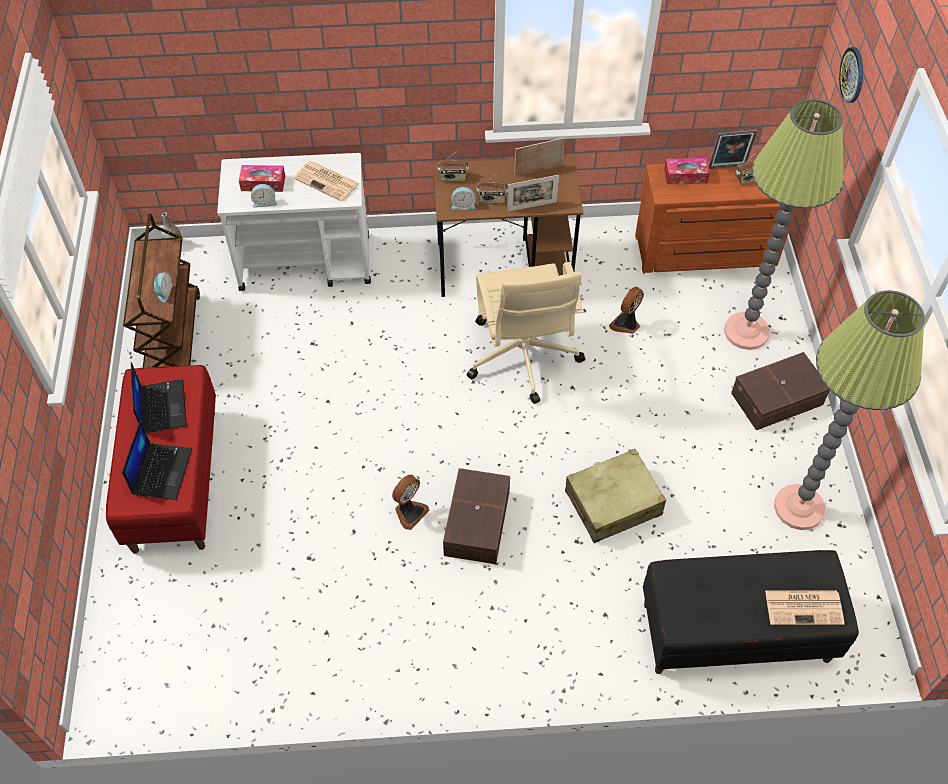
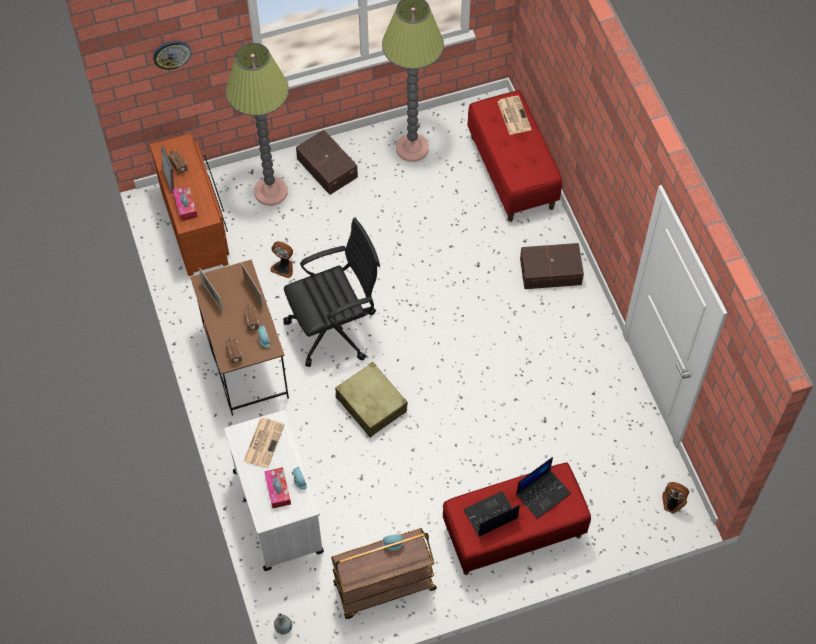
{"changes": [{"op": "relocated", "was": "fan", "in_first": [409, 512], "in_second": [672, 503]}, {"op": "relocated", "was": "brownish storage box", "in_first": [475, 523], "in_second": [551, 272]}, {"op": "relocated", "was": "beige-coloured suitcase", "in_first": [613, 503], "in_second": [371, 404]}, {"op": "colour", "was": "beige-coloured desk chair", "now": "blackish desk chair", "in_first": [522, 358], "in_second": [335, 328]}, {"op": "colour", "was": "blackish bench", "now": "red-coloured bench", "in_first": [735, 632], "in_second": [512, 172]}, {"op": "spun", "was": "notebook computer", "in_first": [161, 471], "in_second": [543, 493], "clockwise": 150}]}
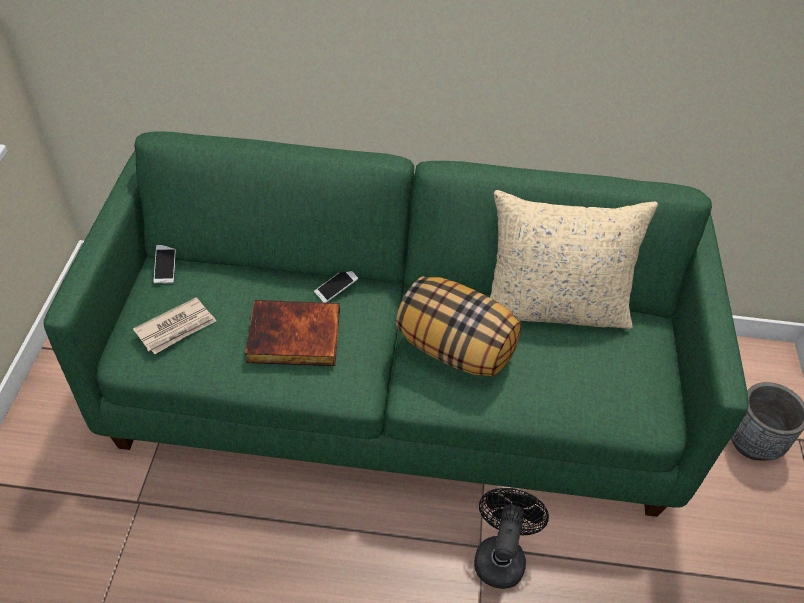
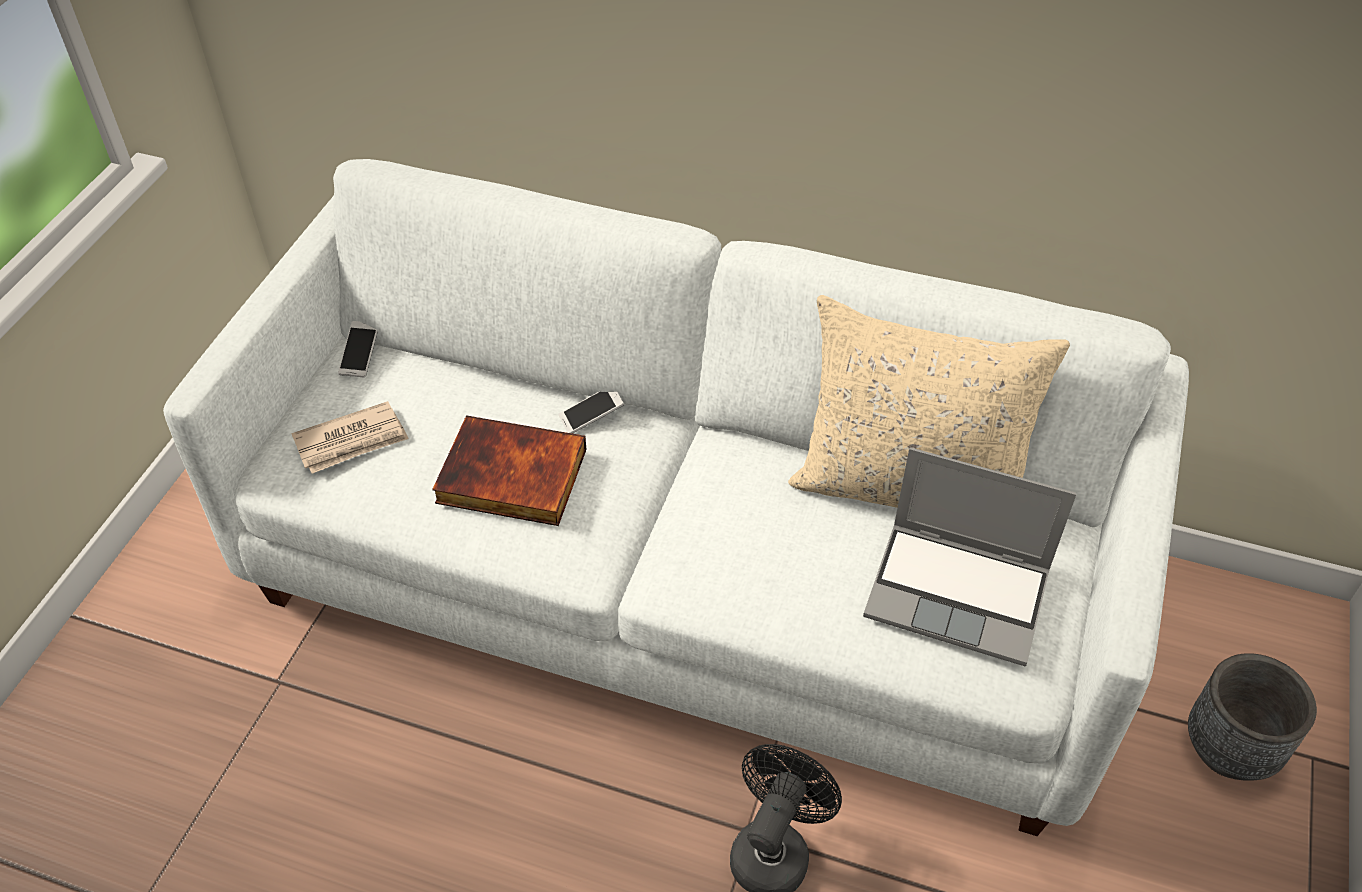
{"changes": [{"op": "missing", "was": "pillow", "in_first": [455, 348]}, {"op": "appeared", "now": "notebook computer", "in_second": [959, 593]}, {"op": "colour", "was": "green-coloured couch", "now": "white couch", "in_first": [397, 388], "in_second": [683, 578]}]}
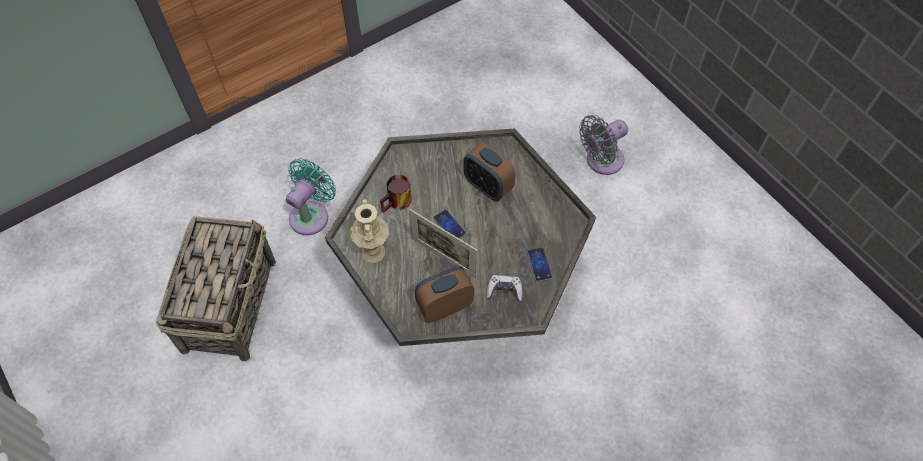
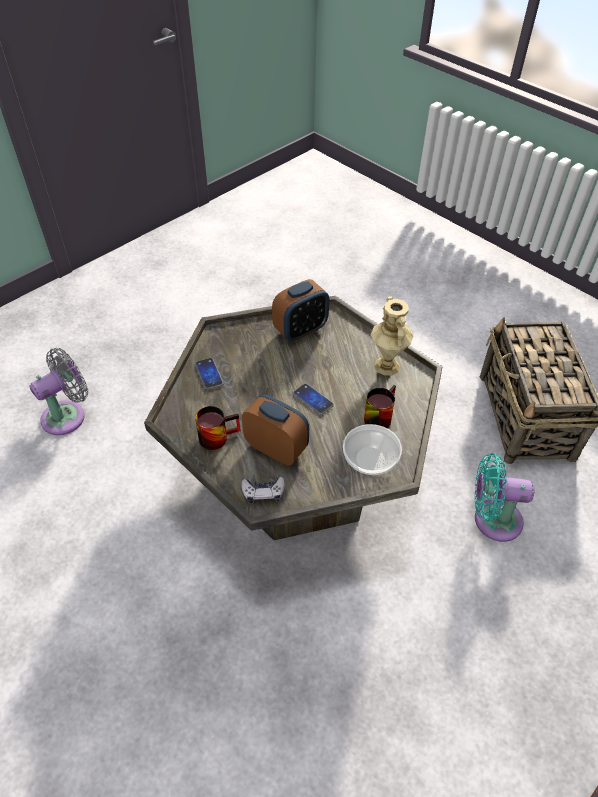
{"changes": [{"op": "missing", "was": "photo frame", "in_first": [443, 258]}, {"op": "appeared", "now": "coffee mug", "in_second": [217, 435]}, {"op": "appeared", "now": "serving bowl", "in_second": [369, 459]}, {"op": "relocated", "was": "gamepad", "in_first": [504, 290], "in_second": [263, 492]}, {"op": "relocated", "was": "gray fan", "in_first": [601, 161], "in_second": [67, 415]}, {"op": "spun", "was": "turquoise fan", "in_first": [312, 215], "in_second": [492, 519], "clockwise": 75}]}
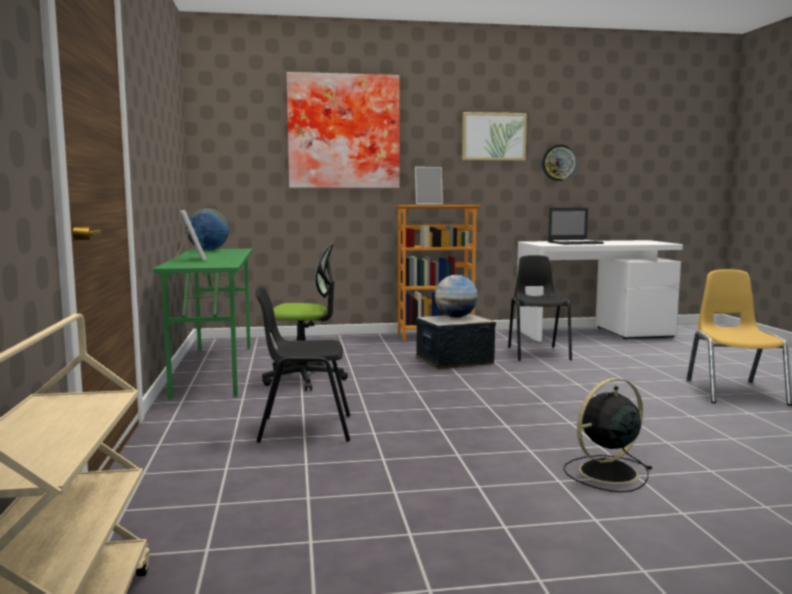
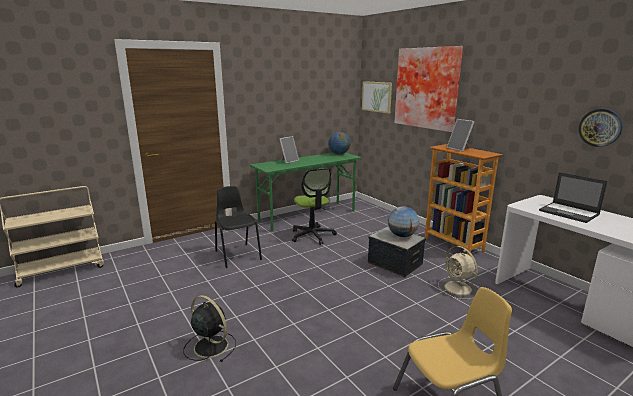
{"changes": [{"op": "relocated", "was": "picture", "in_first": [493, 136], "in_second": [377, 96]}, {"op": "exchanged", "was": "blackish upright chair", "now": "beige-coloured fan", "in_first": [538, 353], "in_second": [459, 289]}]}
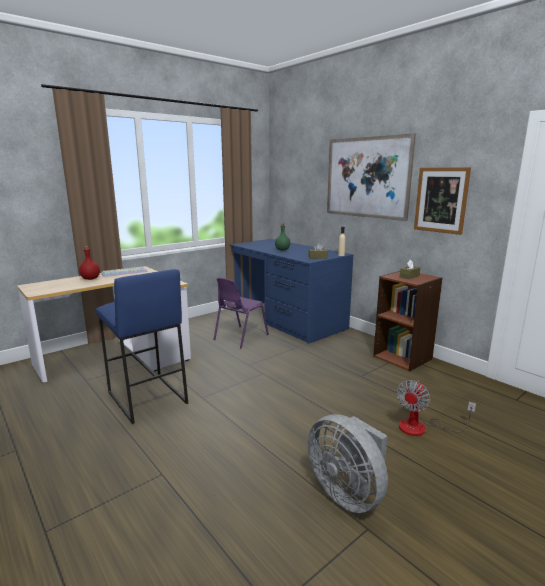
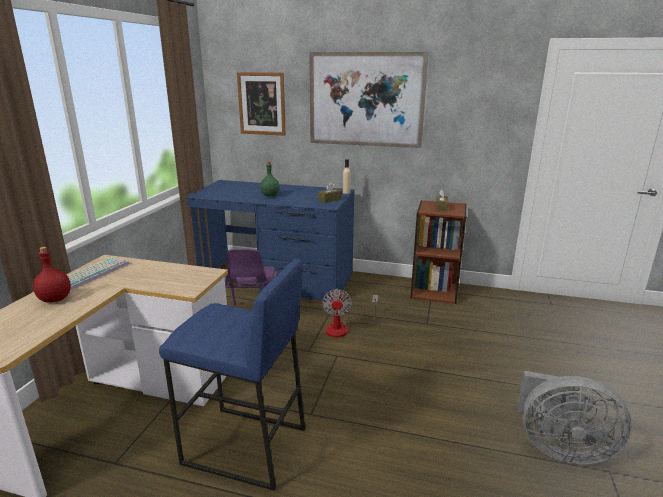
{"changes": [{"op": "relocated", "was": "fan", "in_first": [421, 428], "in_second": [343, 328]}, {"op": "relocated", "was": "picture", "in_first": [441, 200], "in_second": [262, 104]}]}
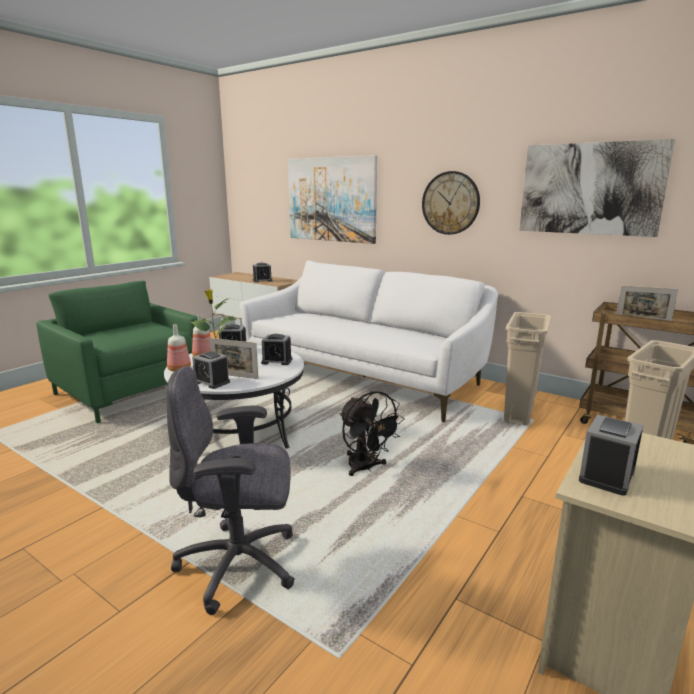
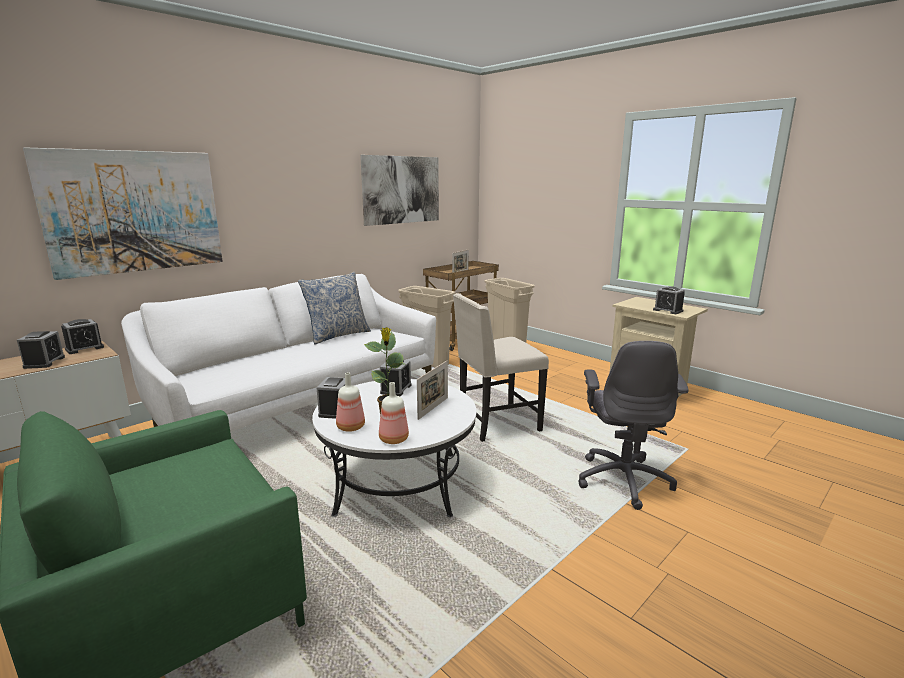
{"changes": [{"op": "missing", "was": "hanging clock", "in_first": [450, 203]}, {"op": "appeared", "now": "pillow", "in_second": [337, 335]}, {"op": "relocated", "was": "alarm clock", "in_first": [211, 382], "in_second": [84, 348]}, {"op": "exchanged", "was": "blackish fan", "now": "beige-coloured upright chair", "in_first": [366, 468], "in_second": [496, 424]}]}
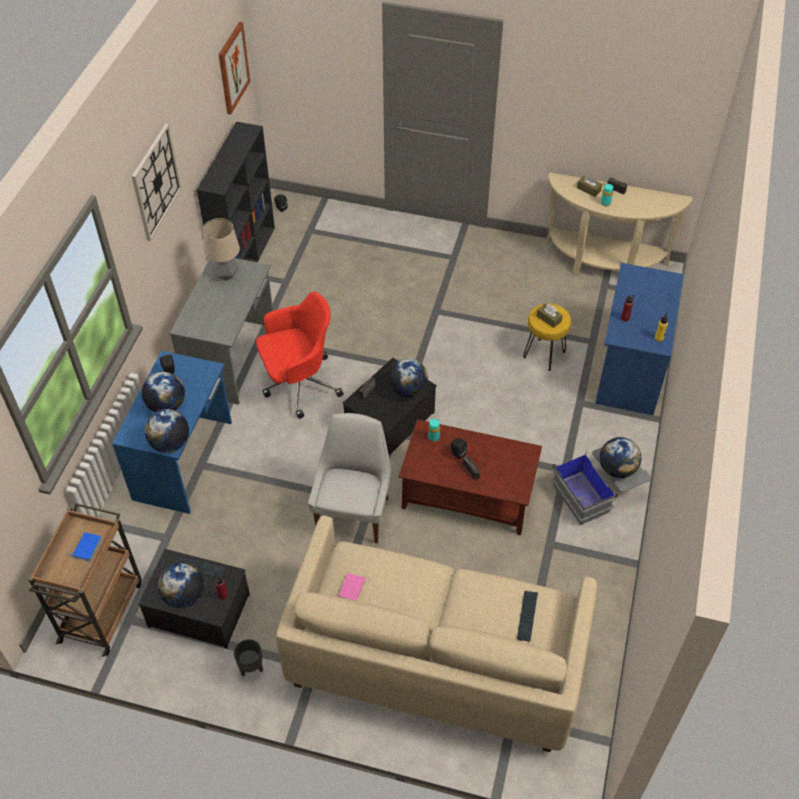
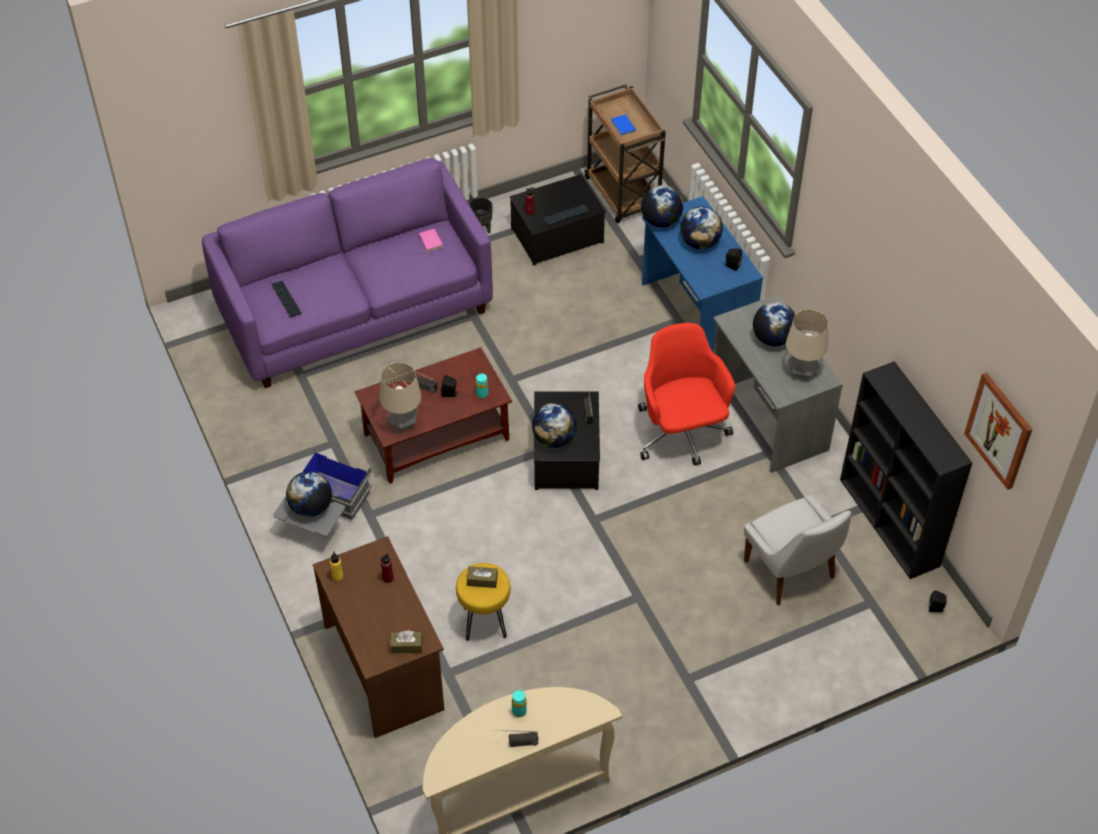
{"changes": [{"op": "missing", "was": "hanging clock", "in_first": [156, 182]}, {"op": "appeared", "now": "lamp for a table", "in_second": [402, 423]}, {"op": "relocated", "was": "globe", "in_first": [184, 596], "in_second": [772, 338]}, {"op": "relocated", "was": "white upright chair", "in_first": [354, 512], "in_second": [791, 572]}, {"op": "relocated", "was": "brownish tissue holder", "in_first": [588, 189], "in_second": [406, 646]}, {"op": "colour", "was": "beige-coloured couch", "now": "purplish couch", "in_first": [435, 660], "in_second": [355, 310]}, {"op": "colour", "was": "blue-coloured desk", "now": "brownish desk", "in_first": [629, 368], "in_second": [385, 666]}, {"op": "spun", "was": "red-coloured desk chair", "in_first": [298, 384], "in_second": [681, 433], "clockwise": 135}]}
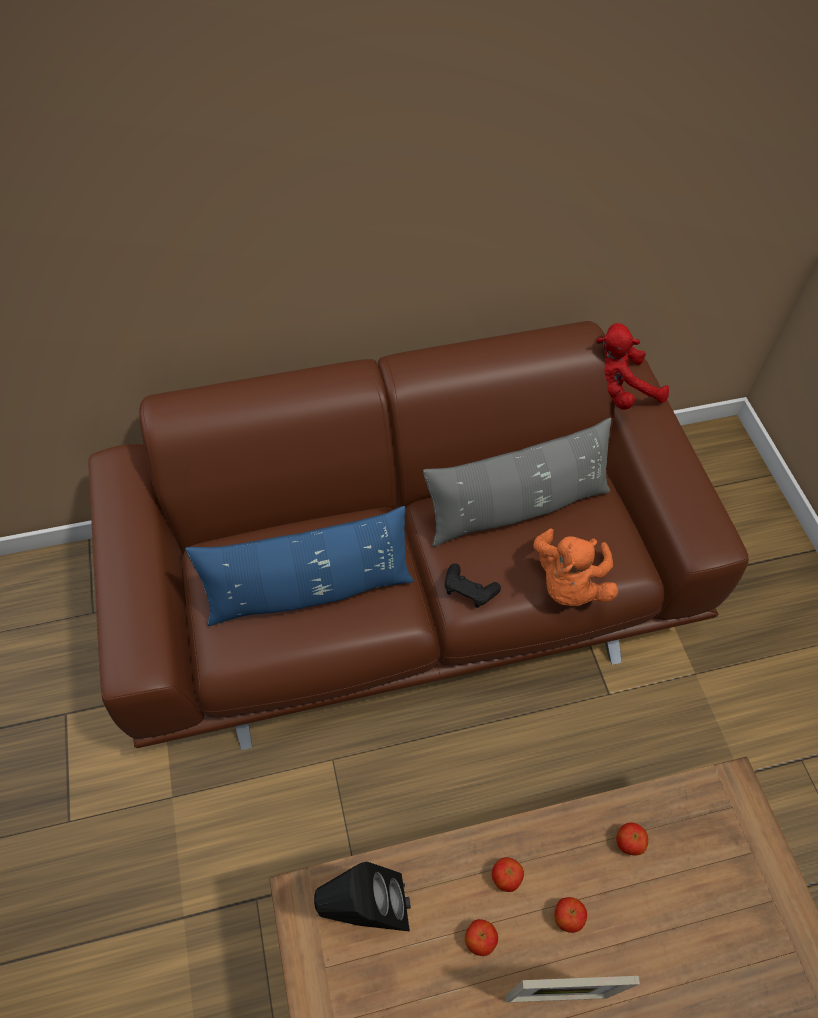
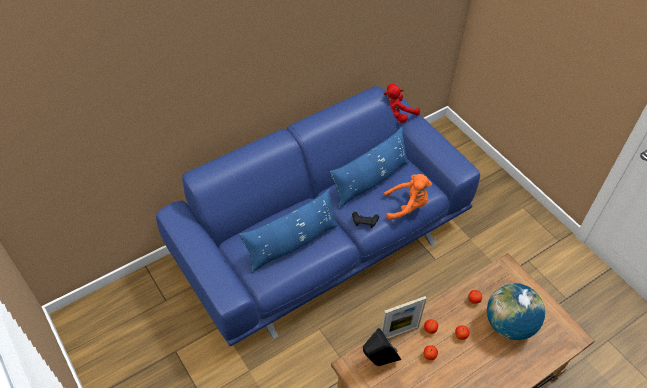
{"changes": [{"op": "appeared", "now": "globe", "in_second": [509, 324]}, {"op": "relocated", "was": "photo frame", "in_first": [556, 996], "in_second": [398, 333]}, {"op": "colour", "was": "brownish couch", "now": "blue-coloured couch", "in_first": [408, 589], "in_second": [322, 241]}, {"op": "colour", "was": "gray pillow", "now": "blue-coloured pillow", "in_first": [517, 508], "in_second": [370, 181]}, {"op": "spun", "was": "orange-coloured soft toy", "in_first": [568, 584], "in_second": [407, 206], "clockwise": -90}]}
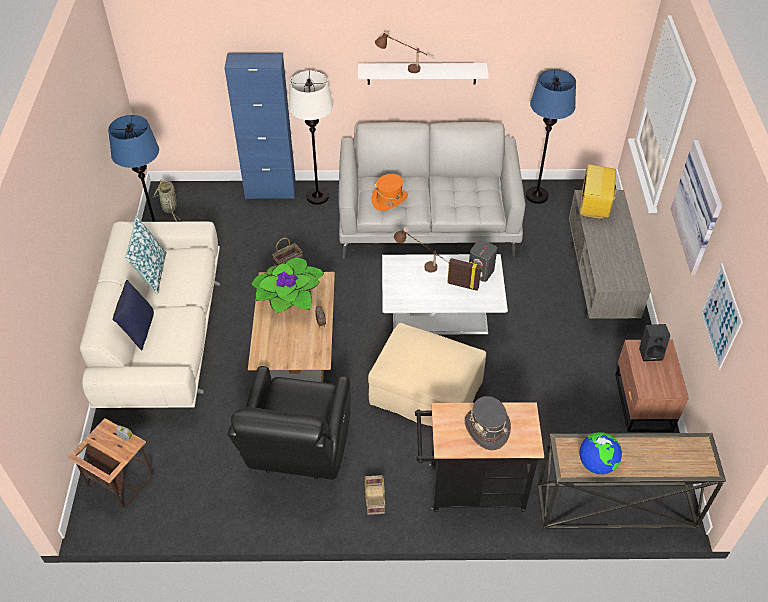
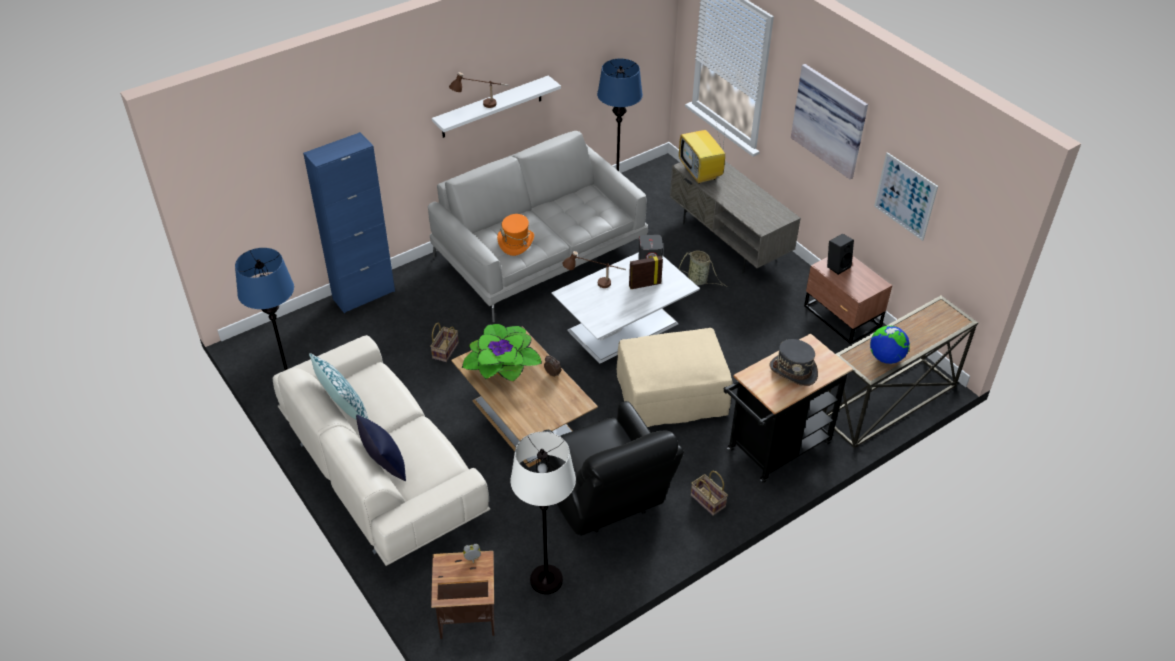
{"changes": [{"op": "relocated", "was": "household basket", "in_first": [170, 209], "in_second": [699, 281]}, {"op": "relocated", "was": "white floor lamp", "in_first": [317, 196], "in_second": [546, 579]}]}
